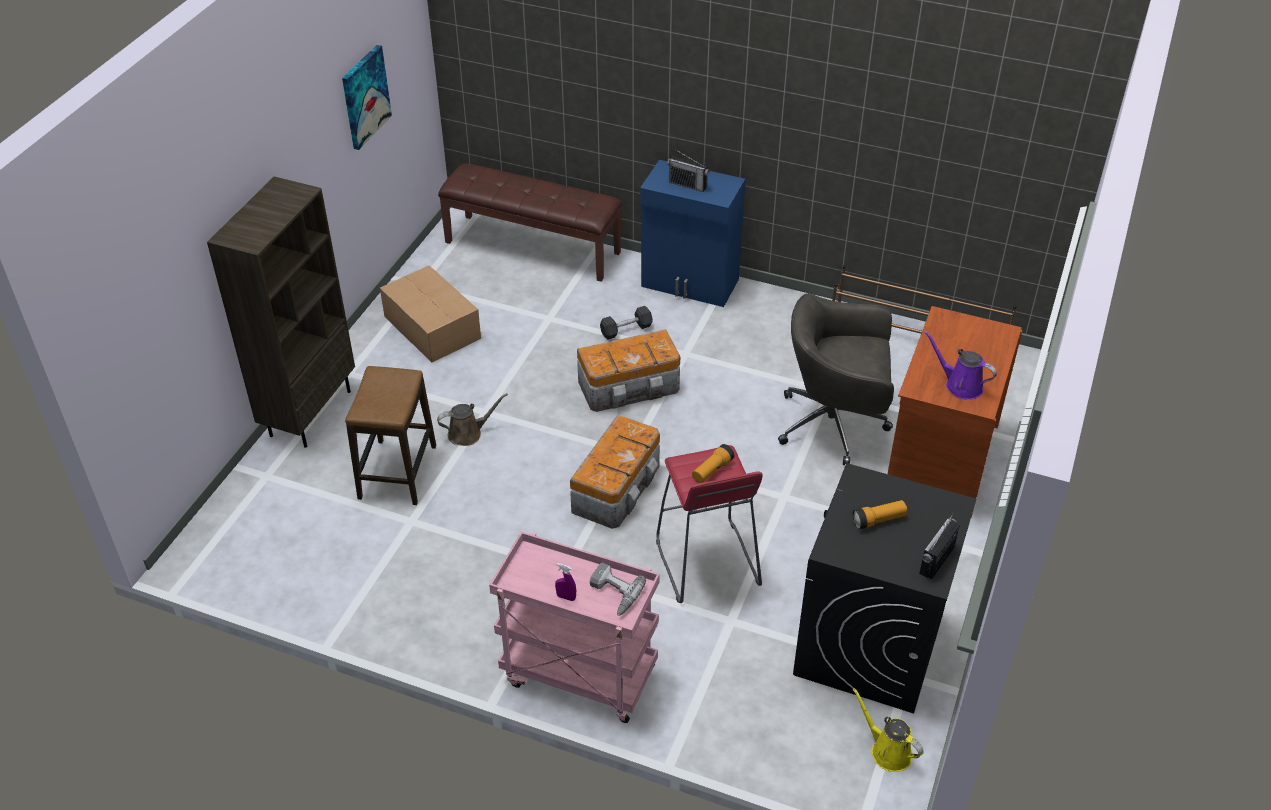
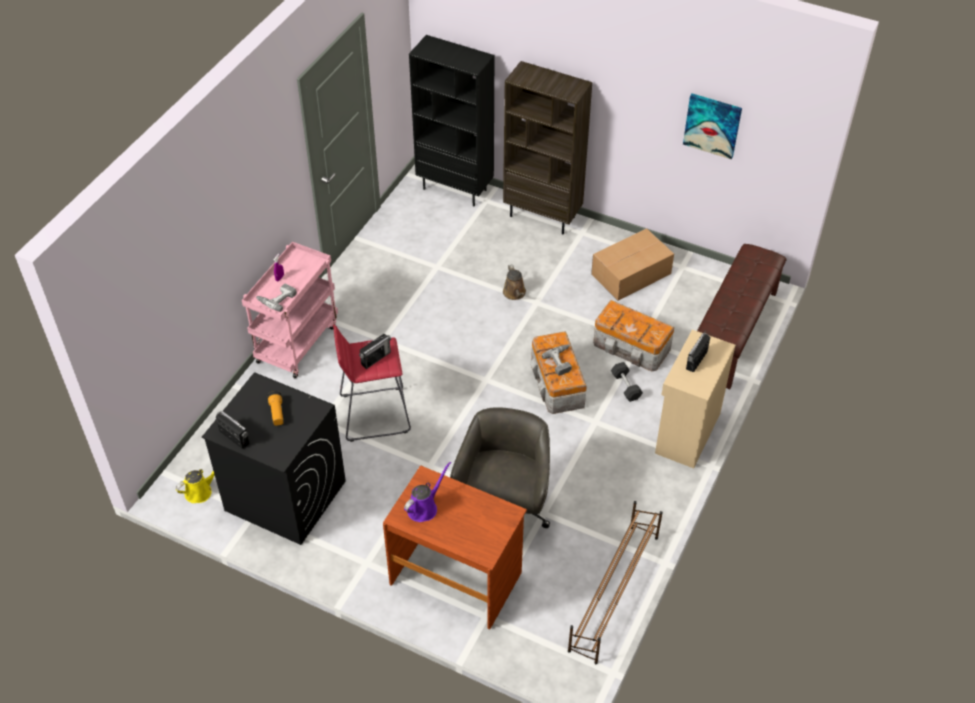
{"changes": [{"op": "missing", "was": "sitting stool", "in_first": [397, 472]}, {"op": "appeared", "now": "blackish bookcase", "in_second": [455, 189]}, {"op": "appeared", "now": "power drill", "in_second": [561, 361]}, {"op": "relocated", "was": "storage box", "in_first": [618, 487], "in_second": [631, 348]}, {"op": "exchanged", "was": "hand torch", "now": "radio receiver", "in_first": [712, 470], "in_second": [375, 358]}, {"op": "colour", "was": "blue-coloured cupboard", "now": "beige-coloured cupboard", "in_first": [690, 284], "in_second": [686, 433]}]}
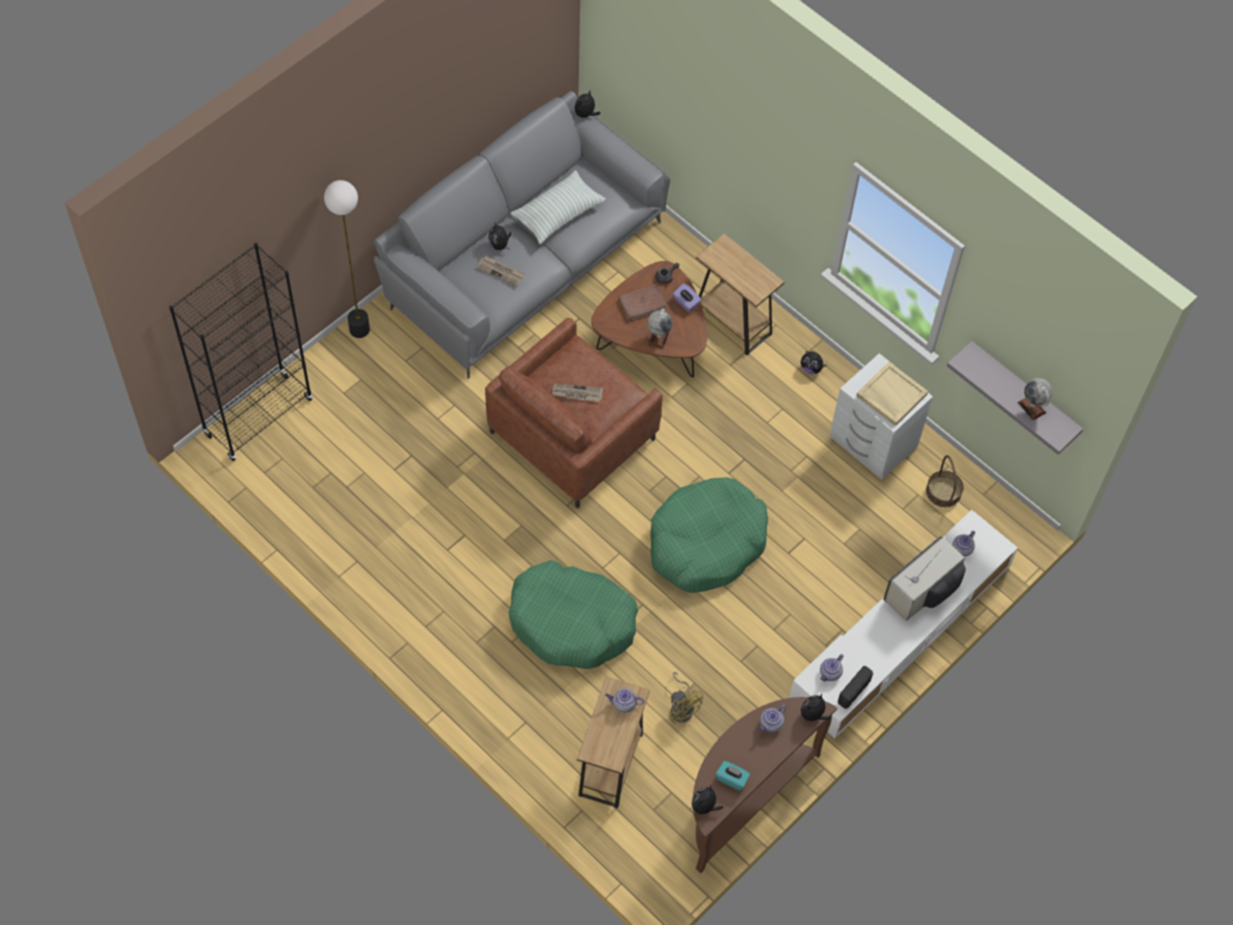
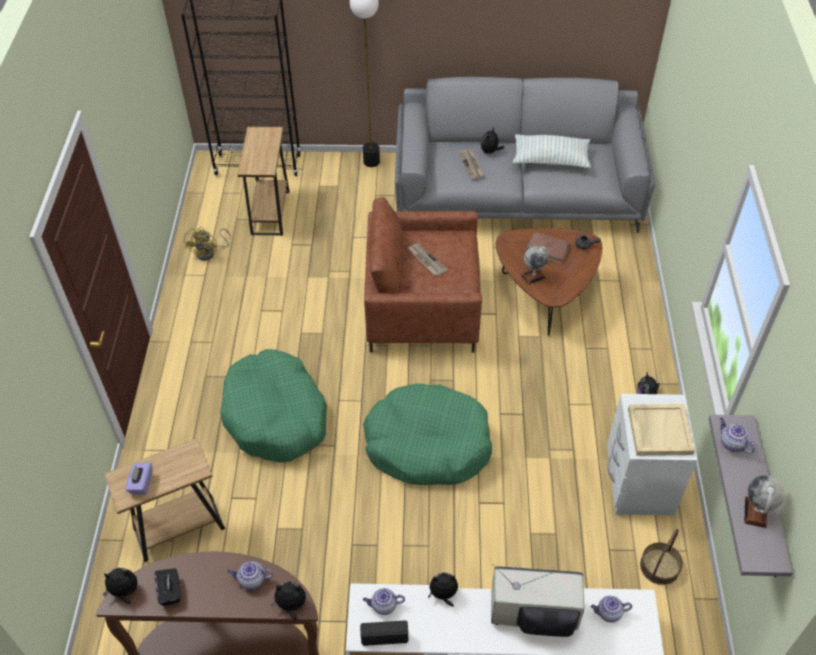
{"changes": [{"op": "relocated", "was": "soft toy", "in_first": [585, 114], "in_second": [443, 594]}, {"op": "relocated", "was": "teapot", "in_first": [623, 704], "in_second": [731, 443]}, {"op": "relocated", "was": "yellowish fan", "in_first": [682, 707], "in_second": [209, 252]}, {"op": "relocated", "was": "purplish tissue holder", "in_first": [686, 303], "in_second": [141, 484]}, {"op": "relocated", "was": "brownish side table", "in_first": [732, 322], "in_second": [270, 212]}, {"op": "colour", "was": "turquoise tissue holder", "now": "blackish tissue holder", "in_first": [732, 779], "in_second": [170, 591]}]}
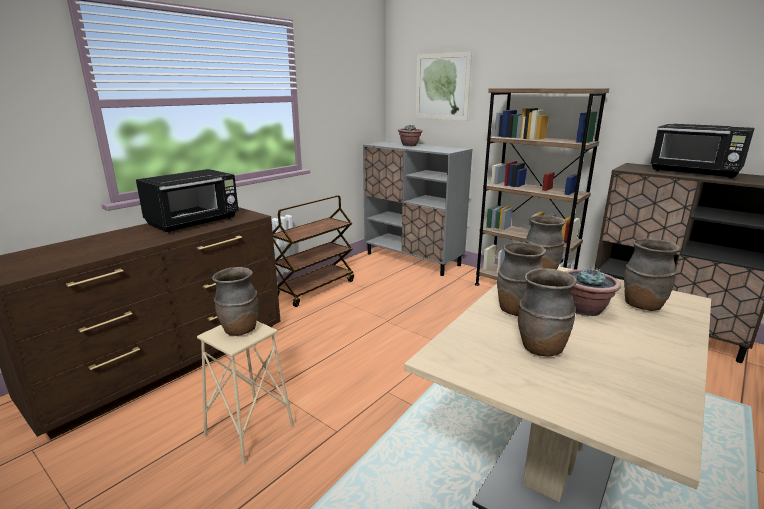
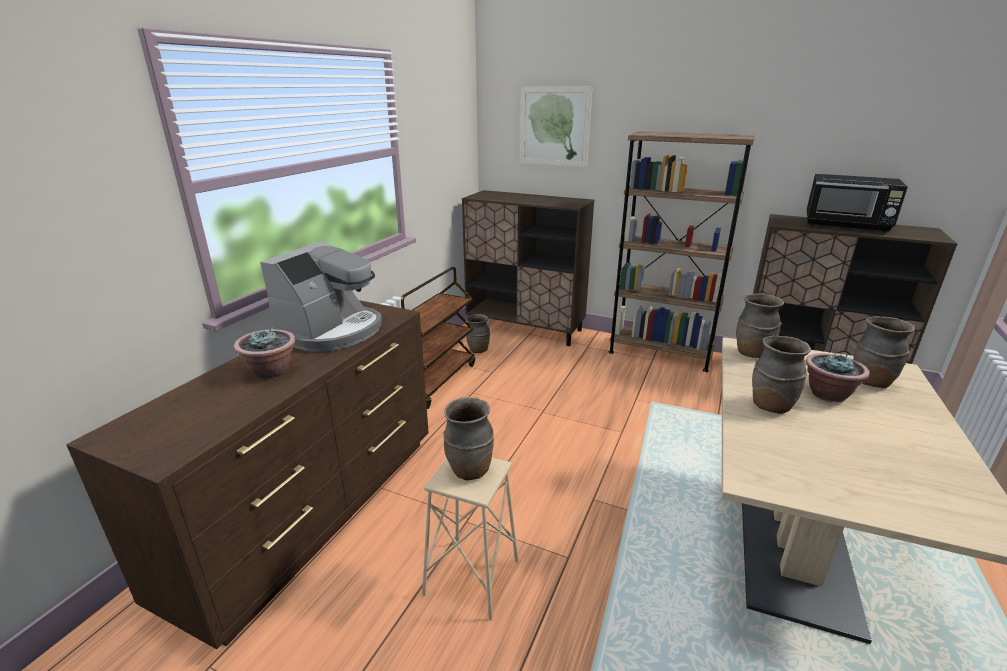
{"changes": [{"op": "relocated", "was": "potted plant", "in_first": [410, 145], "in_second": [271, 371]}, {"op": "relocated", "was": "brownish decorative vase", "in_first": [541, 348], "in_second": [478, 350]}, {"op": "exchanged", "was": "blackish microwave", "now": "coffee machine", "in_first": [194, 222], "in_second": [332, 331]}, {"op": "colour", "was": "gray cupboard", "now": "brownish cupboard", "in_first": [413, 259], "in_second": [525, 328]}]}
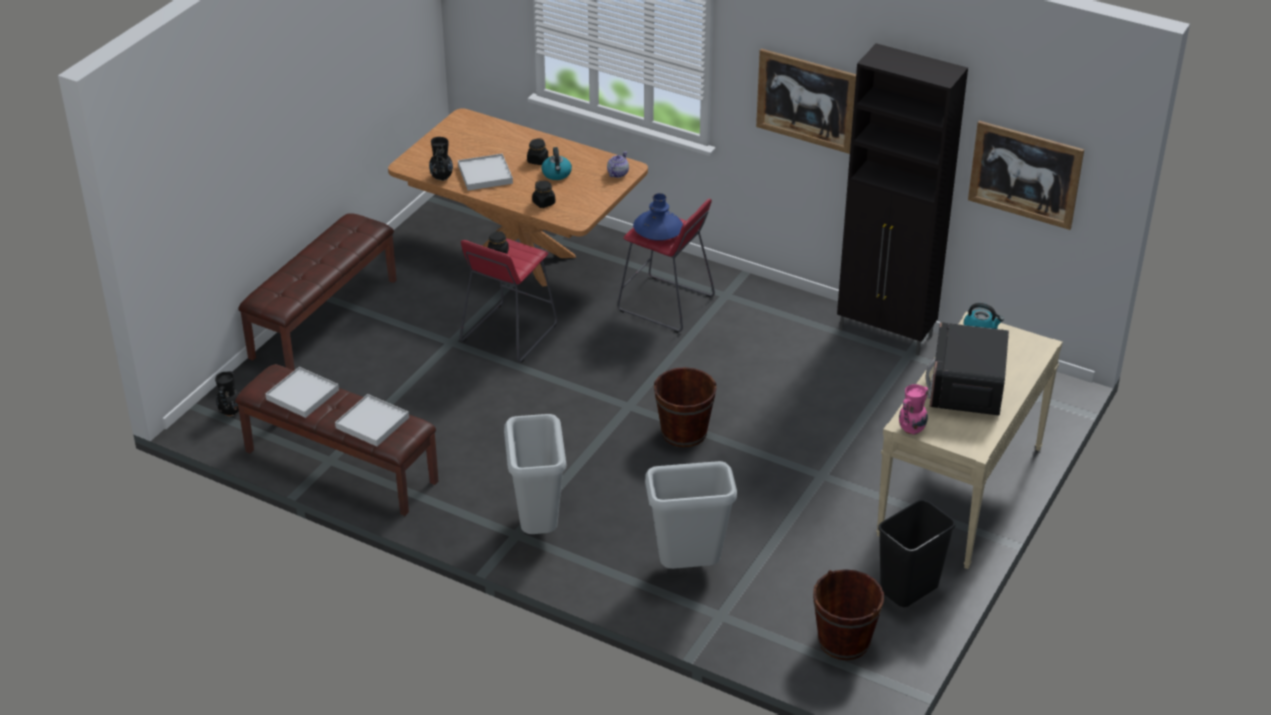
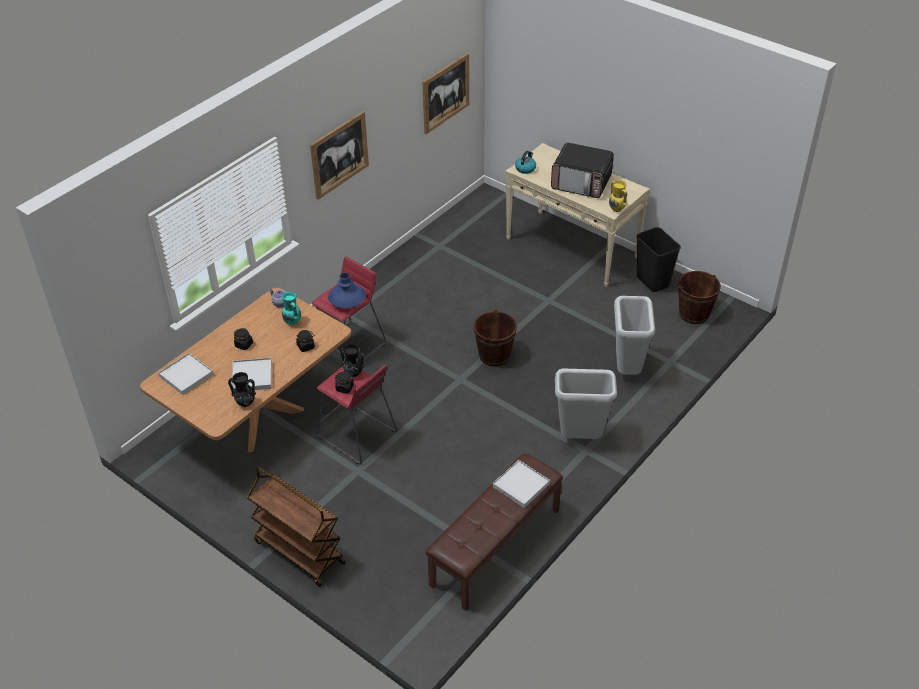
{"changes": [{"op": "missing", "was": "tea kettle", "in_first": [557, 174]}, {"op": "missing", "was": "blackish cupboard", "in_first": [886, 334]}, {"op": "appeared", "now": "turquoise decorative vase", "in_second": [292, 321]}, {"op": "relocated", "was": "blackish decorative vase", "in_first": [230, 412], "in_second": [354, 374]}, {"op": "relocated", "was": "white serving tray", "in_first": [302, 395], "in_second": [186, 375]}, {"op": "exchanged", "was": "brownish bench", "now": "brownish cart", "in_first": [323, 318], "in_second": [299, 552]}, {"op": "colour", "was": "pink-coloured decorative vase", "now": "yellowish decorative vase", "in_first": [911, 430], "in_second": [616, 209]}]}
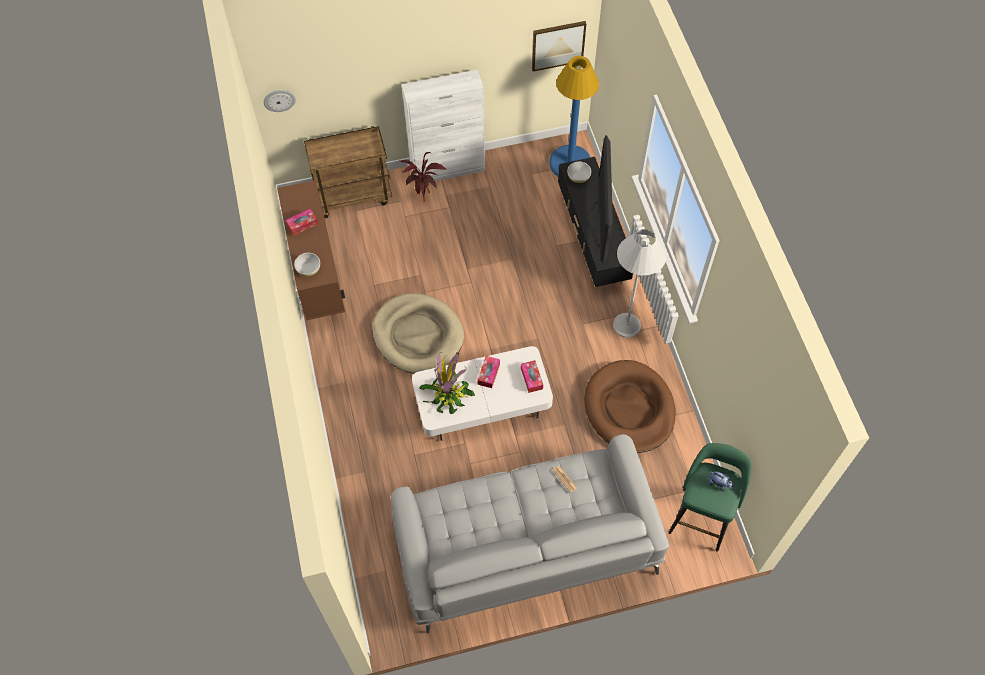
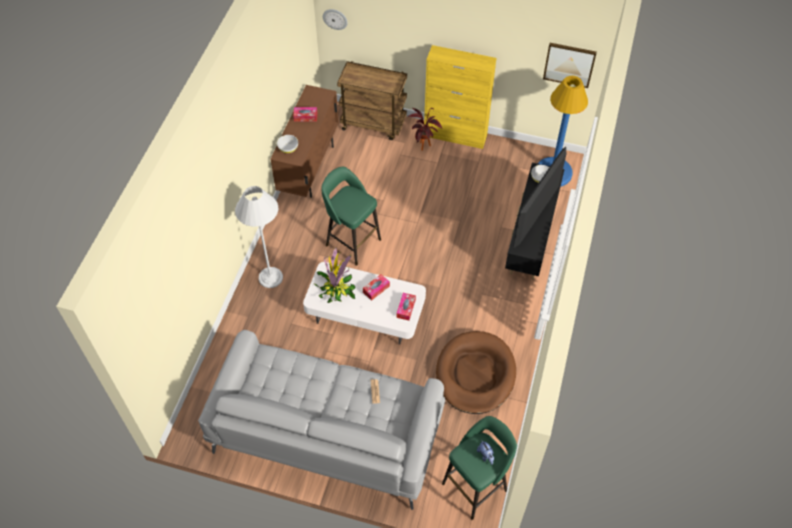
{"changes": [{"op": "relocated", "was": "white floor lamp", "in_first": [626, 325], "in_second": [270, 277]}, {"op": "exchanged", "was": "beige-coloured dog bed", "now": "green-coloured sitting stool", "in_first": [418, 335], "in_second": [352, 241]}, {"op": "colour", "was": "white cupboard", "now": "yellowish cupboard", "in_first": [448, 169], "in_second": [455, 135]}]}
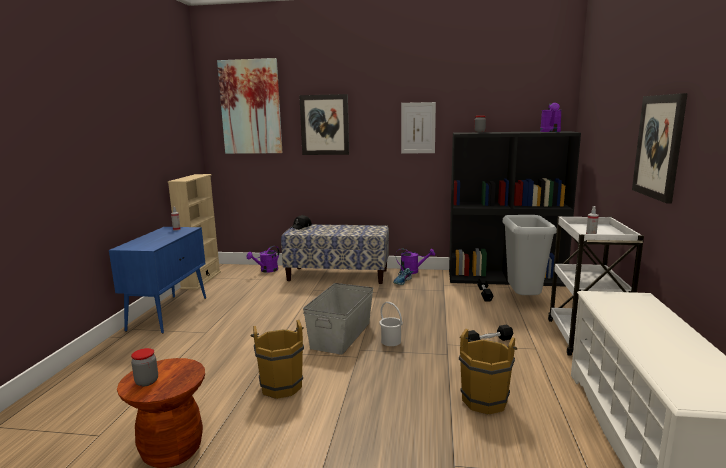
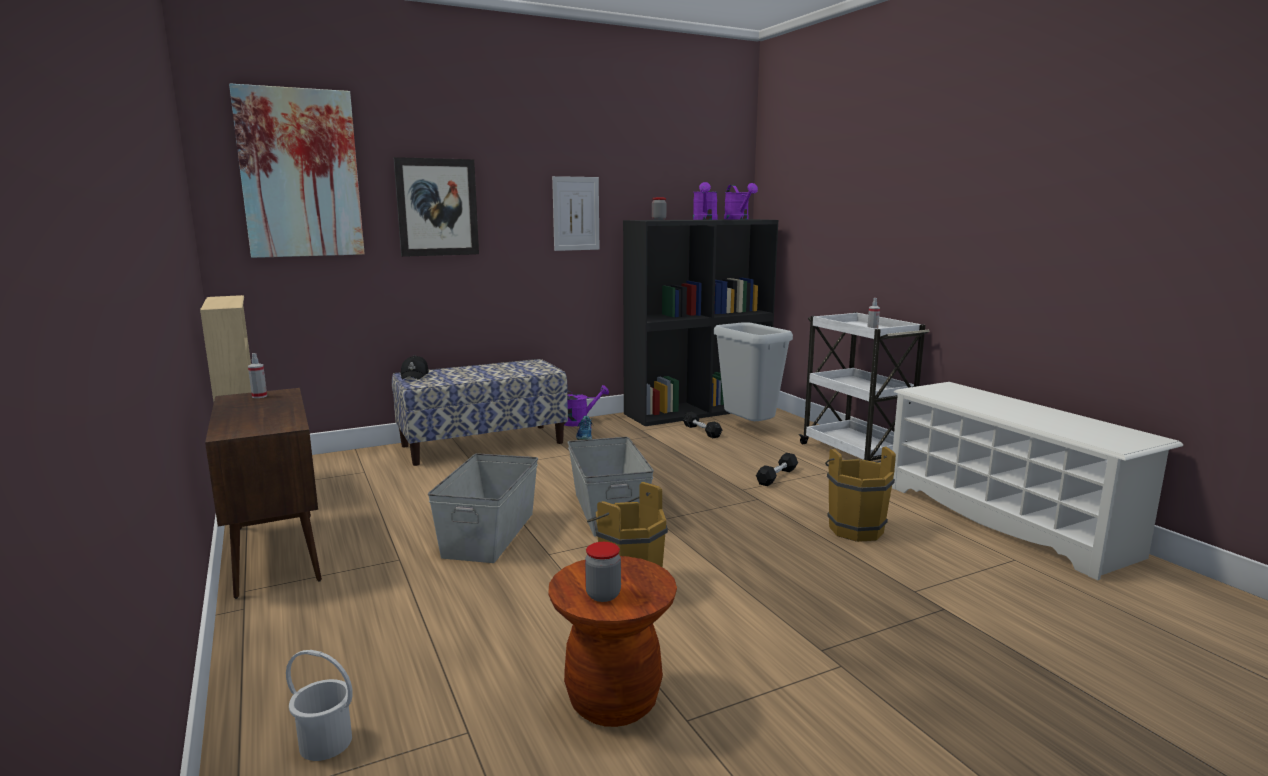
{"changes": [{"op": "missing", "was": "picture", "in_first": [659, 146]}, {"op": "appeared", "now": "gray storage box", "in_second": [488, 534]}, {"op": "relocated", "was": "purplish watering can", "in_first": [266, 270], "in_second": [705, 219]}, {"op": "relocated", "was": "white bucket", "in_first": [390, 341], "in_second": [325, 743]}, {"op": "colour", "was": "blue-coloured cupboard", "now": "brownish cupboard", "in_first": [169, 313], "in_second": [276, 552]}]}
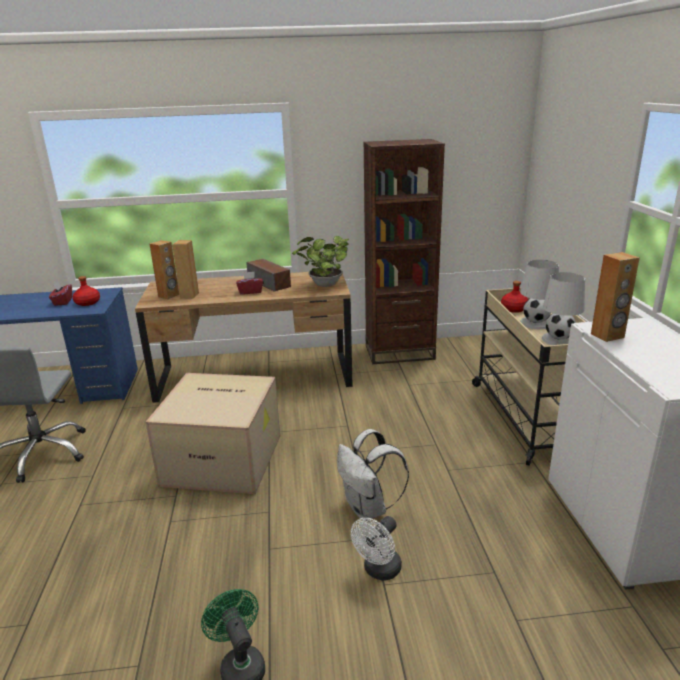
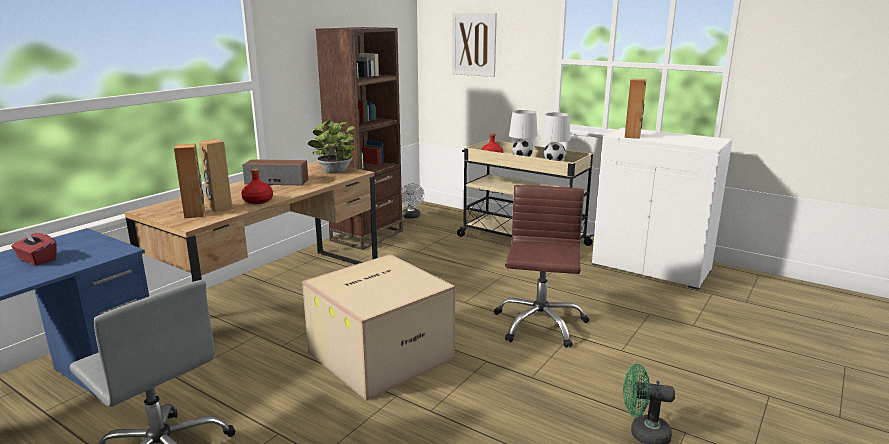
{"changes": [{"op": "missing", "was": "red-coloured tissue holder", "in_first": [250, 292]}, {"op": "appeared", "now": "picture", "in_second": [474, 44]}, {"op": "relocated", "was": "red-coloured drink bottle", "in_first": [88, 303], "in_second": [258, 201]}, {"op": "relocated", "was": "white fan", "in_first": [379, 571], "in_second": [411, 217]}, {"op": "exchanged", "was": "white knapsack", "now": "brownish desk chair", "in_first": [368, 509], "in_second": [539, 324]}]}
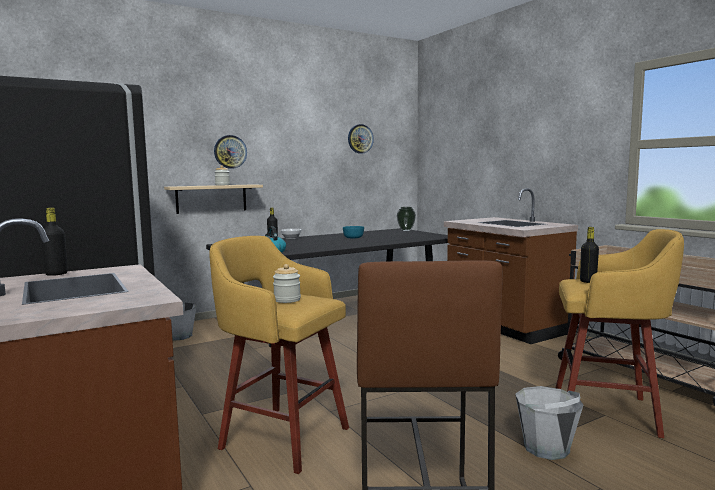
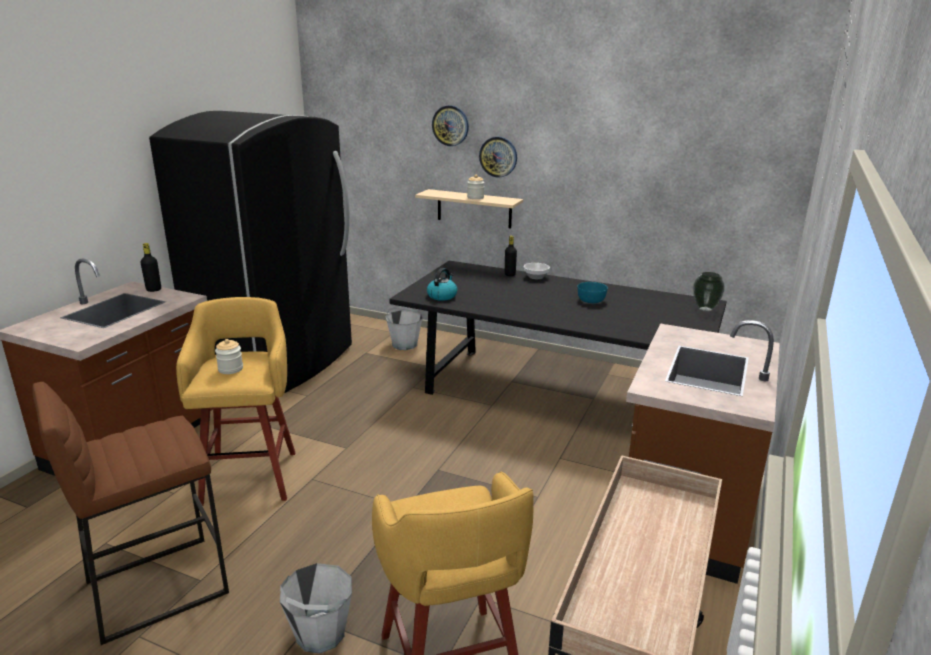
{"changes": [{"op": "missing", "was": "blackish drink bottle", "in_first": [588, 281]}, {"op": "relocated", "was": "hanging clock", "in_first": [360, 139], "in_second": [450, 125]}]}
